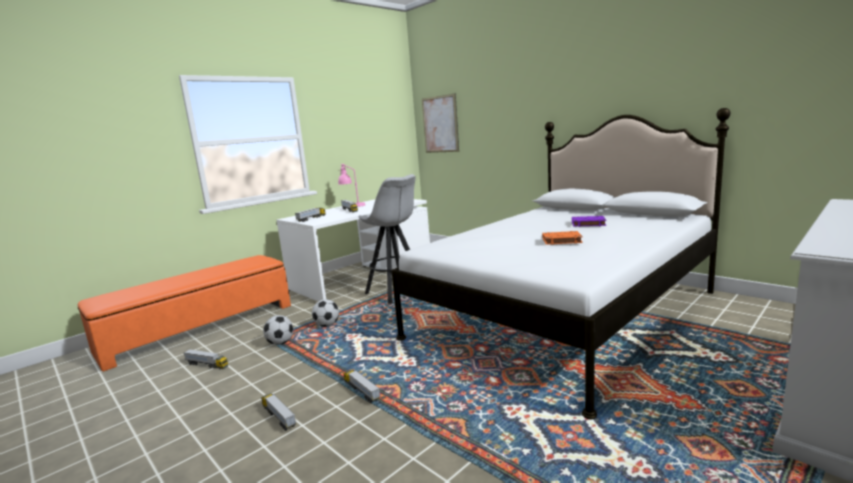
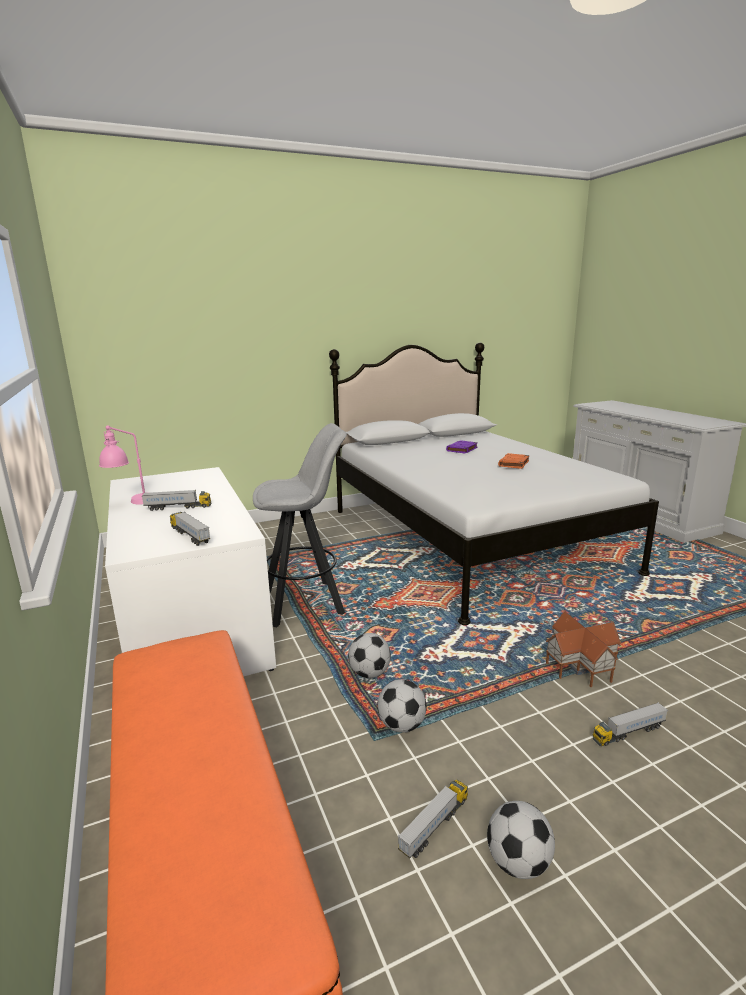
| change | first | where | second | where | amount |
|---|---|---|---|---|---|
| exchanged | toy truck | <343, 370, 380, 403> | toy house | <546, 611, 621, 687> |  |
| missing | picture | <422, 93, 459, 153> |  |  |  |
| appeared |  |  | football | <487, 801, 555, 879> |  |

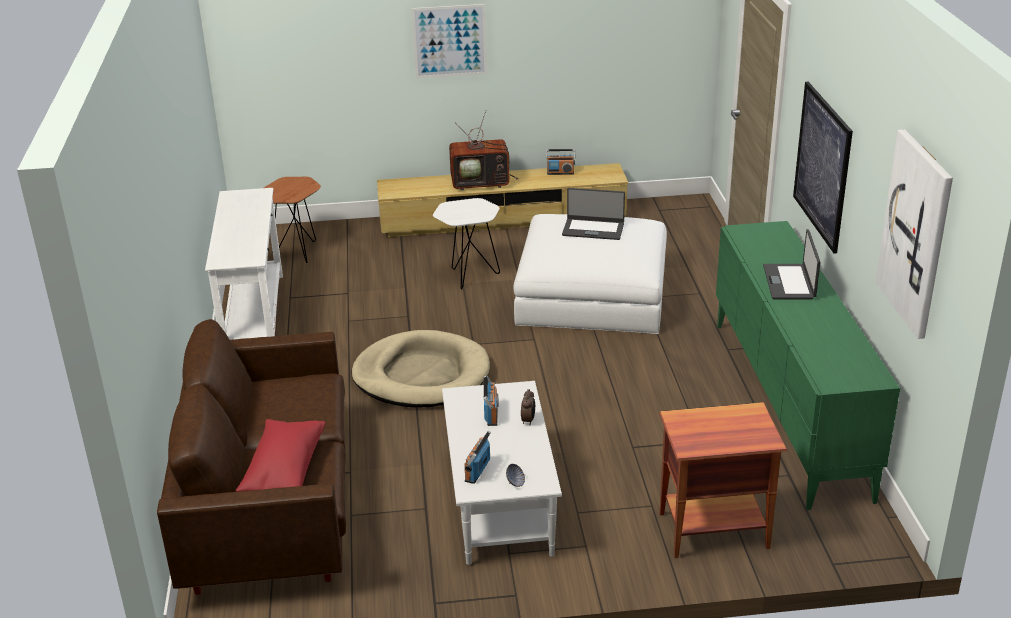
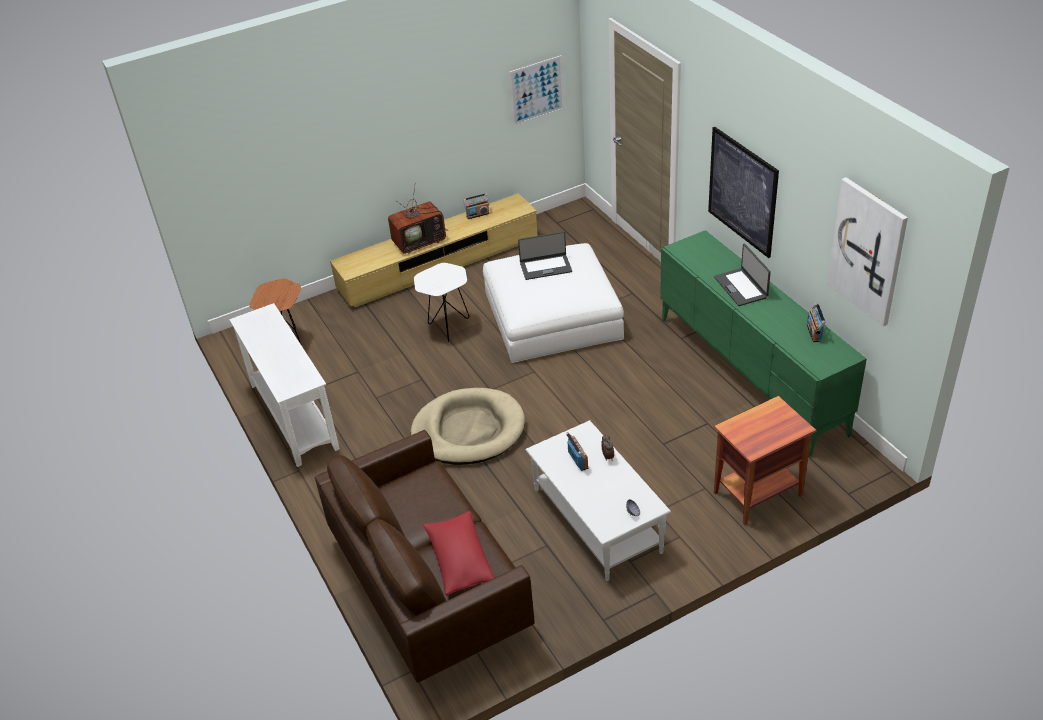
| change | first | where | second | where | amount |
|---|---|---|---|---|---|
| relocated | picture | <412, 4, 487, 78> |  | <509, 55, 564, 126> |  |
| relocated | radio | <464, 430, 491, 484> |  | <807, 303, 826, 342> |  |

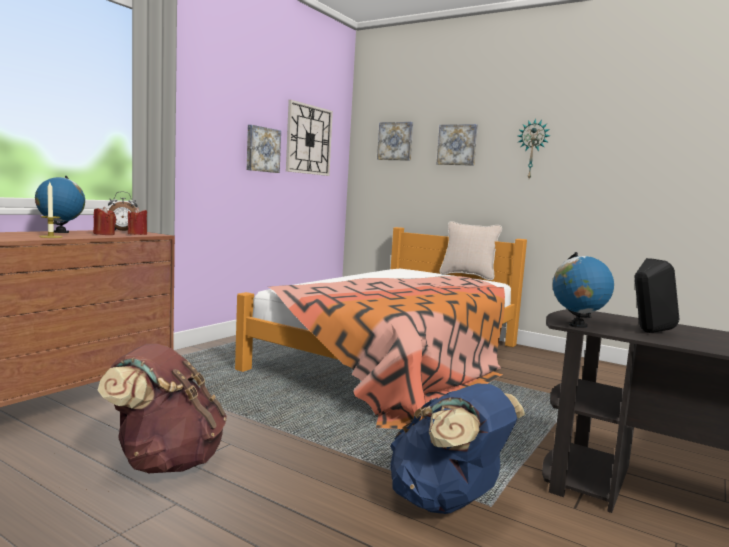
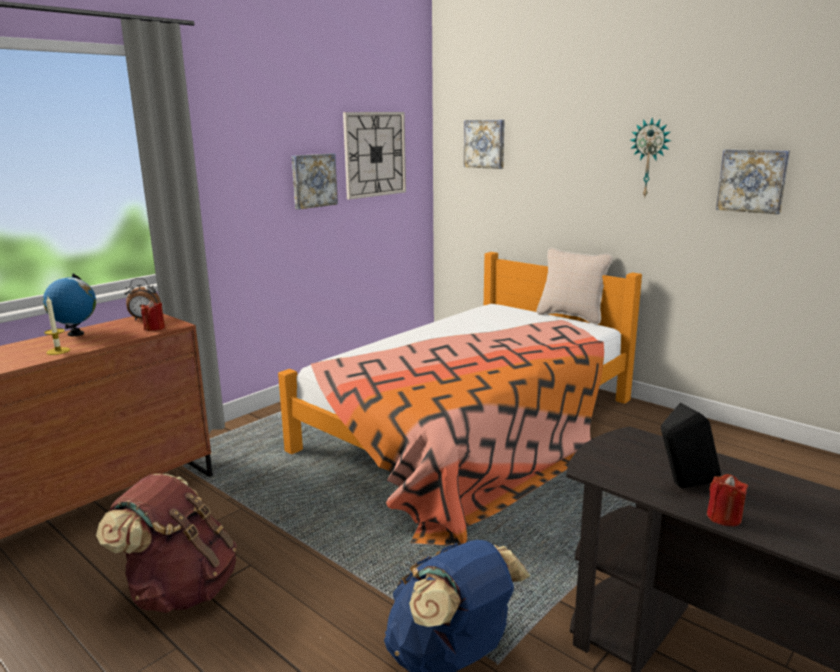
| change | first | where | second | where | amount |
|---|---|---|---|---|---|
| relocated | red candle | <93, 207, 116, 235> |  | <707, 474, 748, 526> |  |
| relocated | picture | <437, 124, 478, 166> |  | <716, 149, 790, 214> |  |
| missing | globe | <553, 252, 614, 328> |  |  |  |

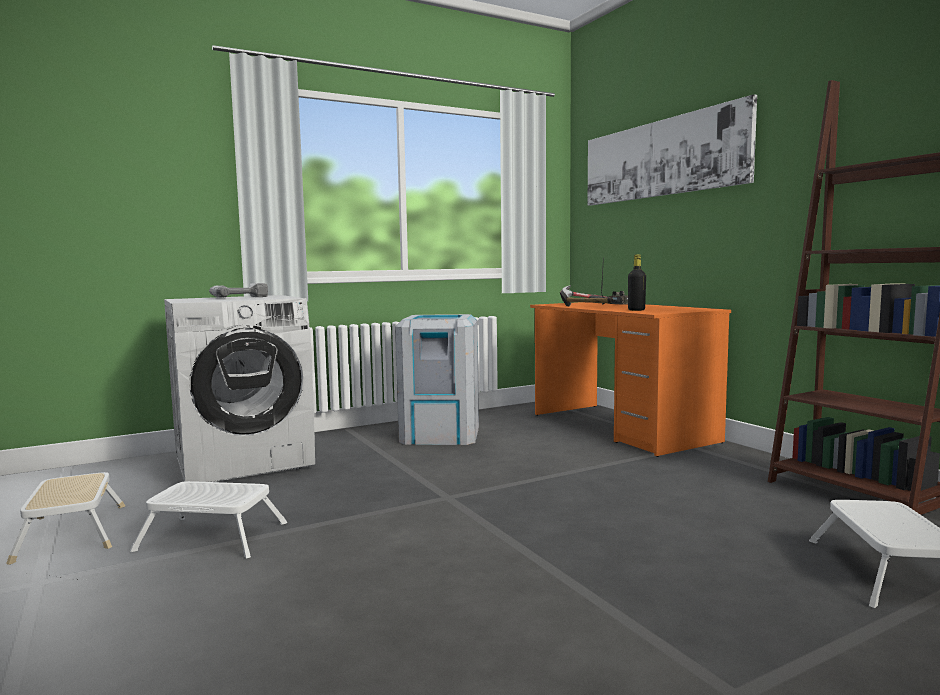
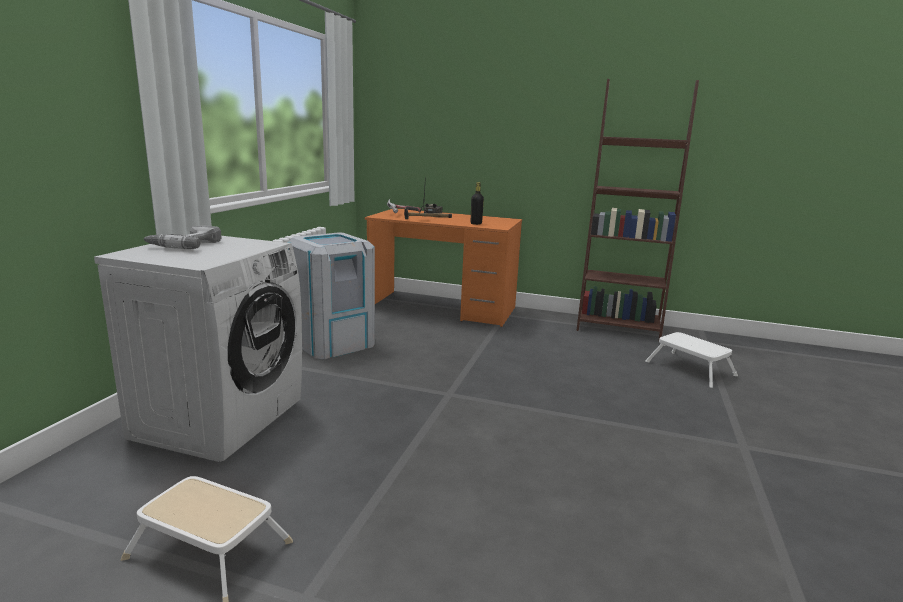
| change | first | where | second | where | amount |
|---|---|---|---|---|---|
| missing | white step ladder | <130, 481, 287, 558> |  |  |  |
| missing | picture | <588, 94, 757, 206> |  |  |  |

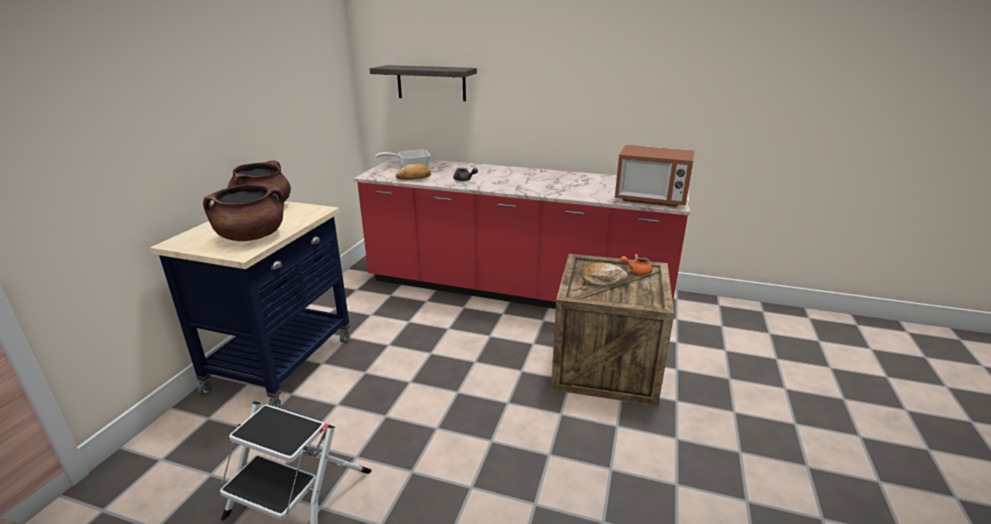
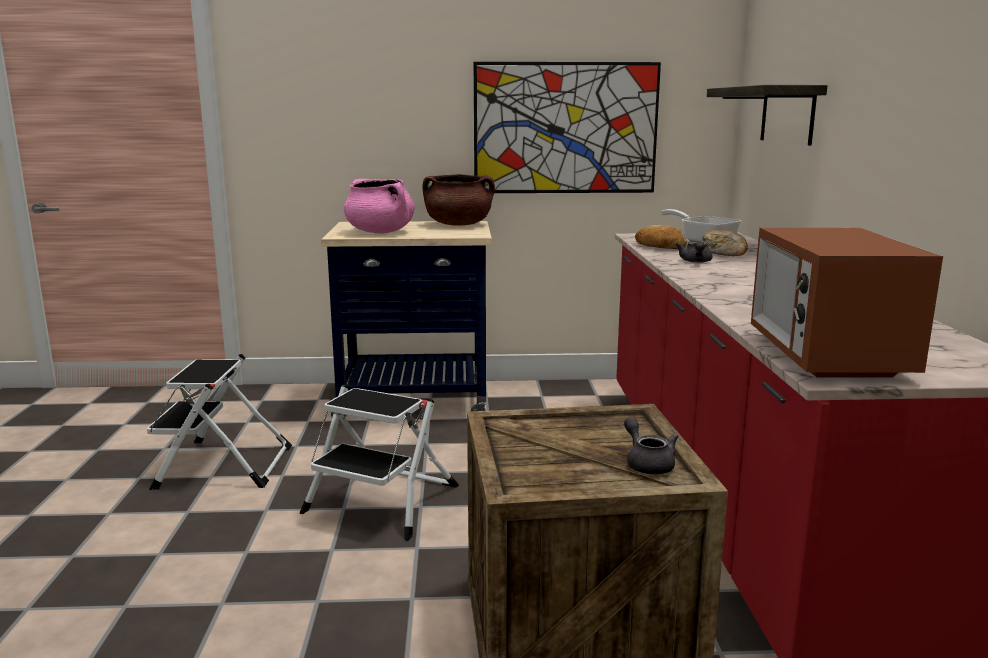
| change | first | where | second | where | amount |
|---|---|---|---|---|---|
| colour | brown cooking pot | <203, 184, 284, 241> | pink cooking pot | <344, 179, 415, 233> |  |
| relocated | bread | <582, 263, 628, 286> |  | <701, 229, 748, 256> |  |
| colour | orange teapot | <620, 254, 652, 275> | grey teapot | <624, 417, 678, 475> |  |
| appeared |  |  | step ladder | <300, 384, 459, 541> |  |
| appeared |  |  | picture | <474, 62, 661, 193> |  |

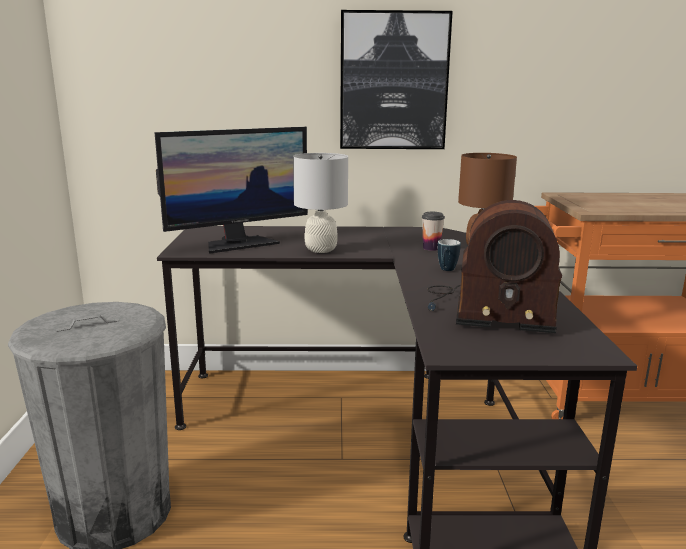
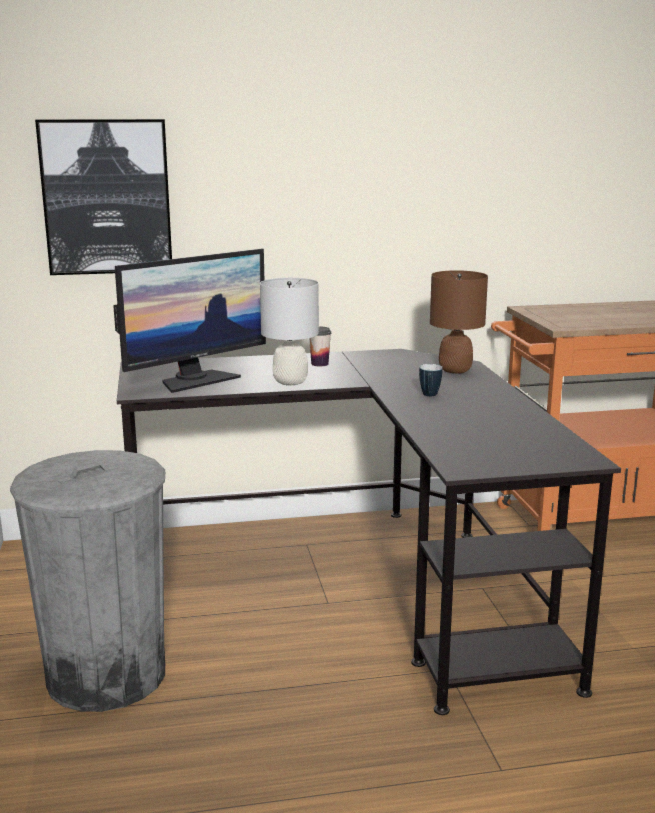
| change | first | where | second | where | amount |
|---|---|---|---|---|---|
| relocated | picture | <340, 10, 453, 149> |  | <35, 119, 172, 275> |  |
| relocated | cup | <422, 212, 445, 251> |  | <309, 327, 331, 366> |  |
| missing | radio | <428, 200, 562, 333> |  |  |  |

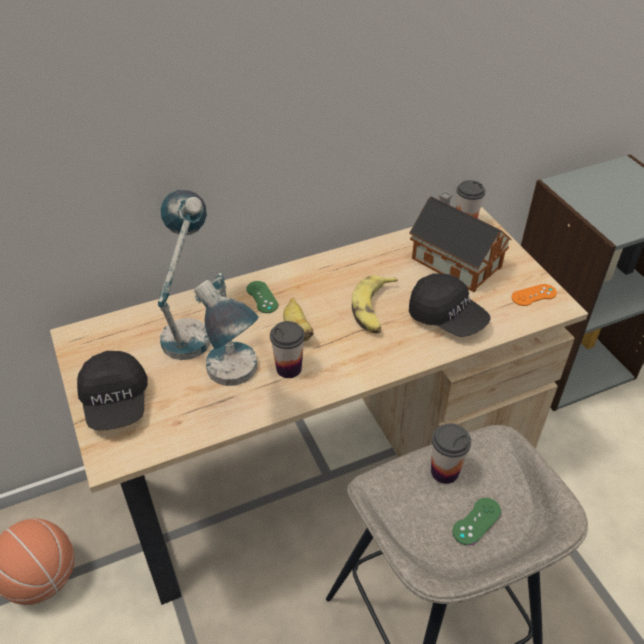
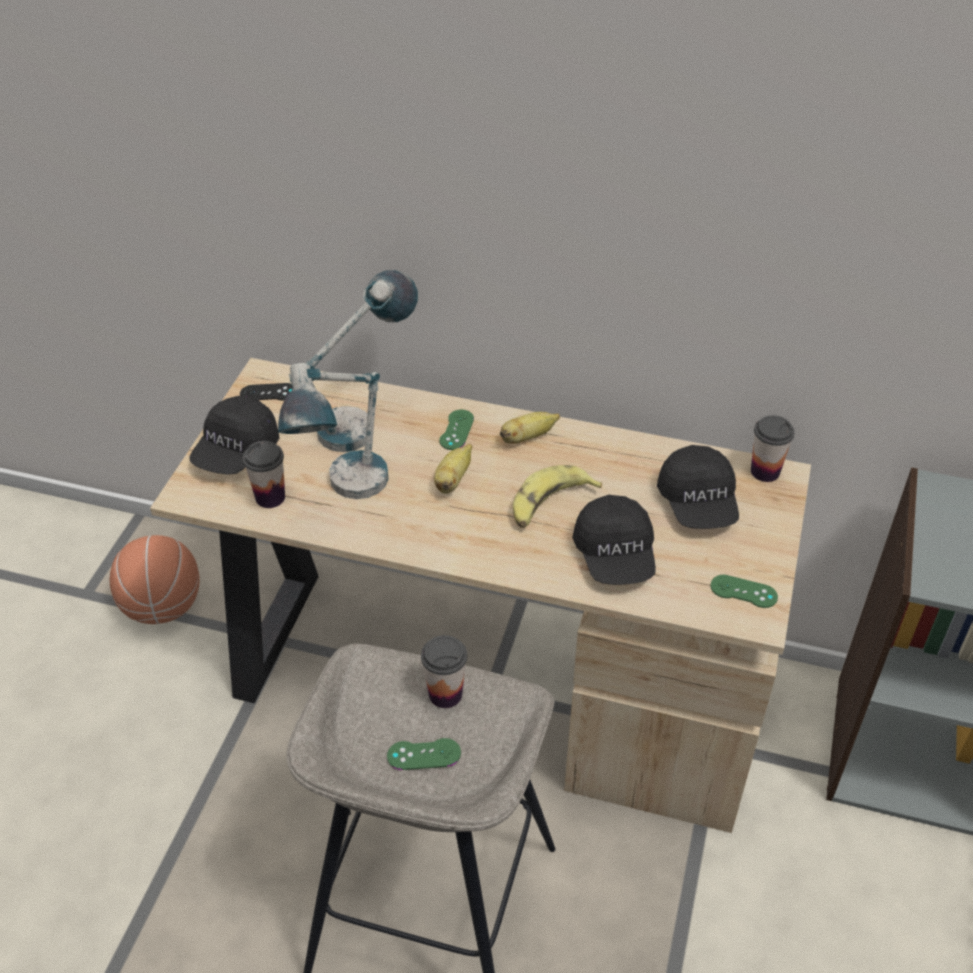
| change | first | where | second | where | amount |
|---|---|---|---|---|---|
| relocated | cup | <270, 321, 305, 378> |  | <243, 441, 285, 508> |  |
| exchanged | toy house | <409, 191, 512, 292> | black cap | <657, 445, 739, 529> |  |
| colour | orange game controller | <511, 284, 557, 306> | green game controller | <710, 575, 778, 608> |  |
| appeared |  |  | black game controller | <240, 383, 292, 401> |  |
| appeared |  |  | banana | <500, 412, 560, 444> |  |

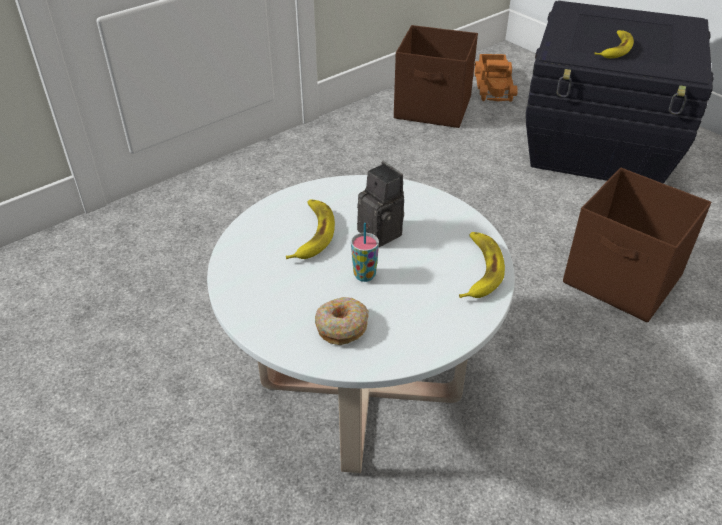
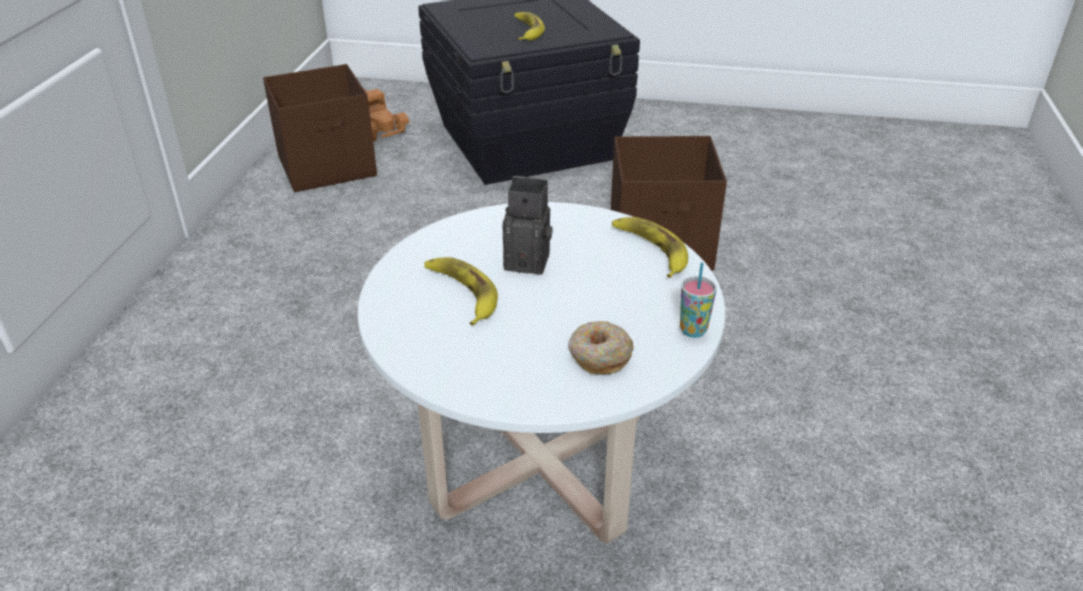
| change | first | where | second | where | amount |
|---|---|---|---|---|---|
| relocated | cup | <351, 223, 379, 282> |  | <680, 262, 716, 338> |  |

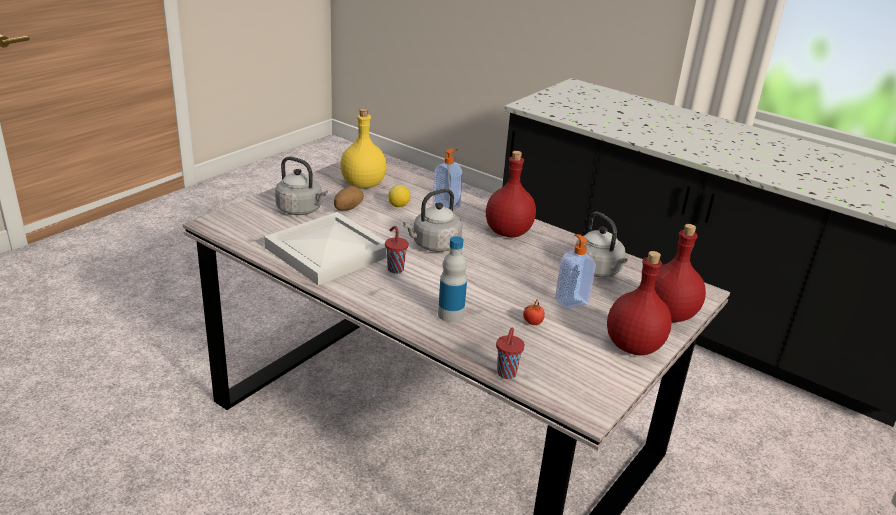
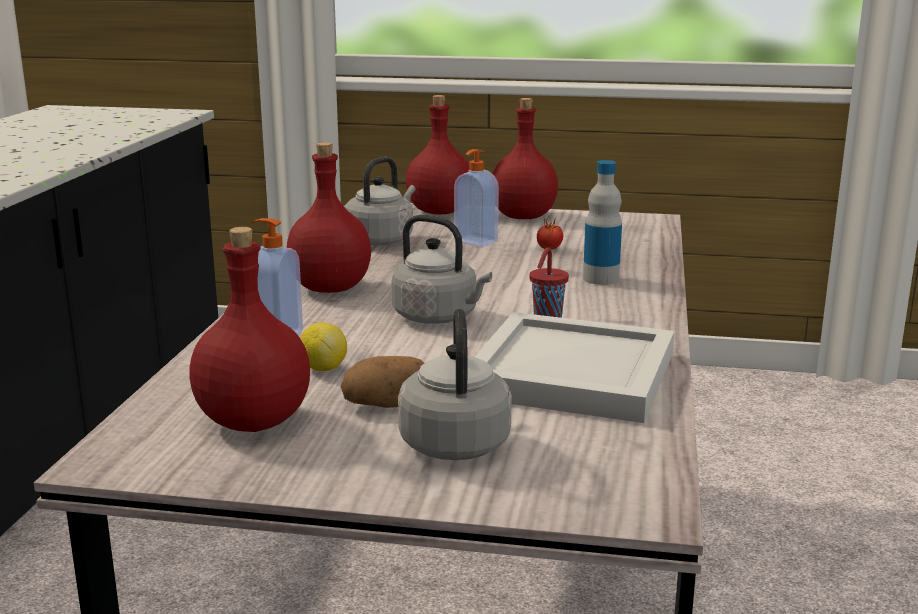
| change | first | where | second | where | amount |
|---|---|---|---|---|---|
| colour | yellow bottle | <340, 108, 387, 189> | red bottle | <189, 227, 310, 432> |  |
| missing | red cup | <496, 328, 525, 379> |  |  |  |

